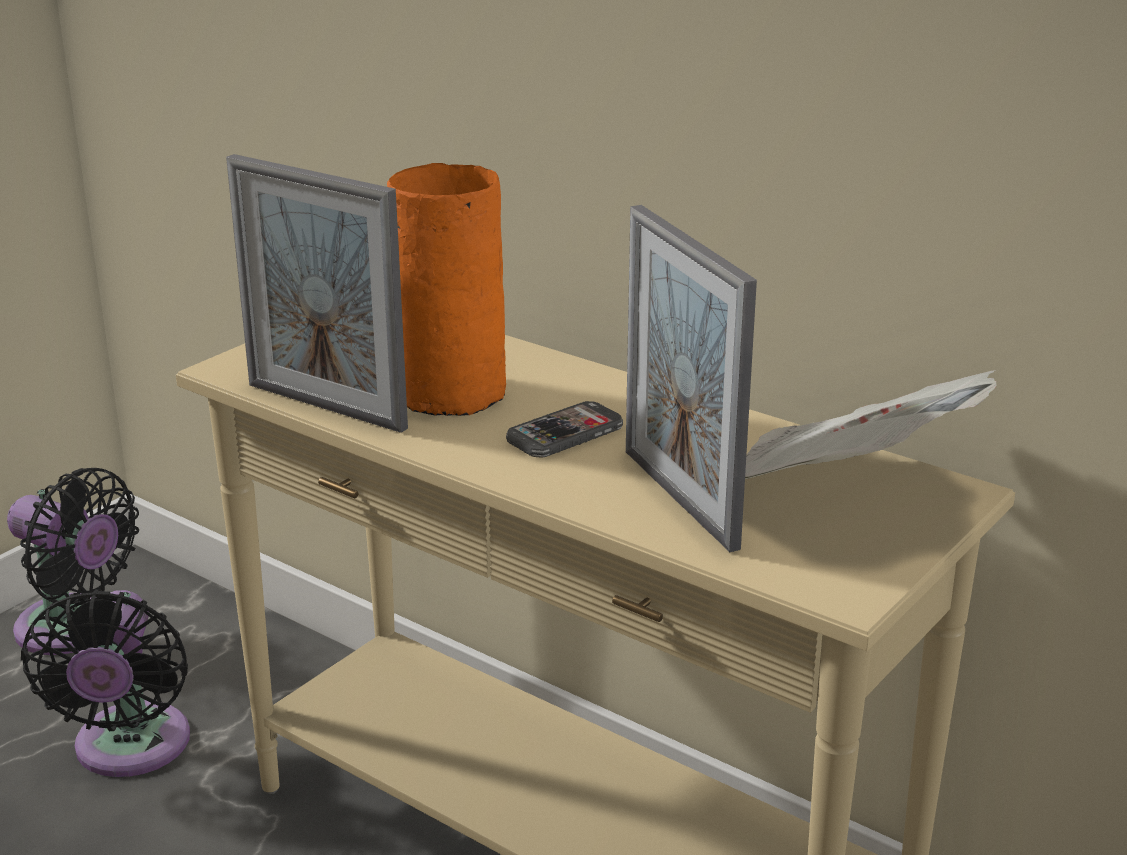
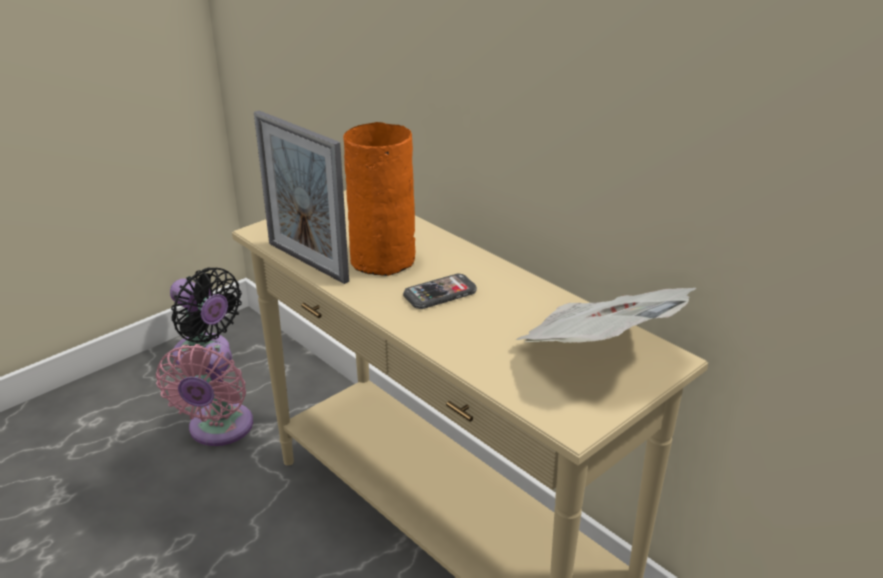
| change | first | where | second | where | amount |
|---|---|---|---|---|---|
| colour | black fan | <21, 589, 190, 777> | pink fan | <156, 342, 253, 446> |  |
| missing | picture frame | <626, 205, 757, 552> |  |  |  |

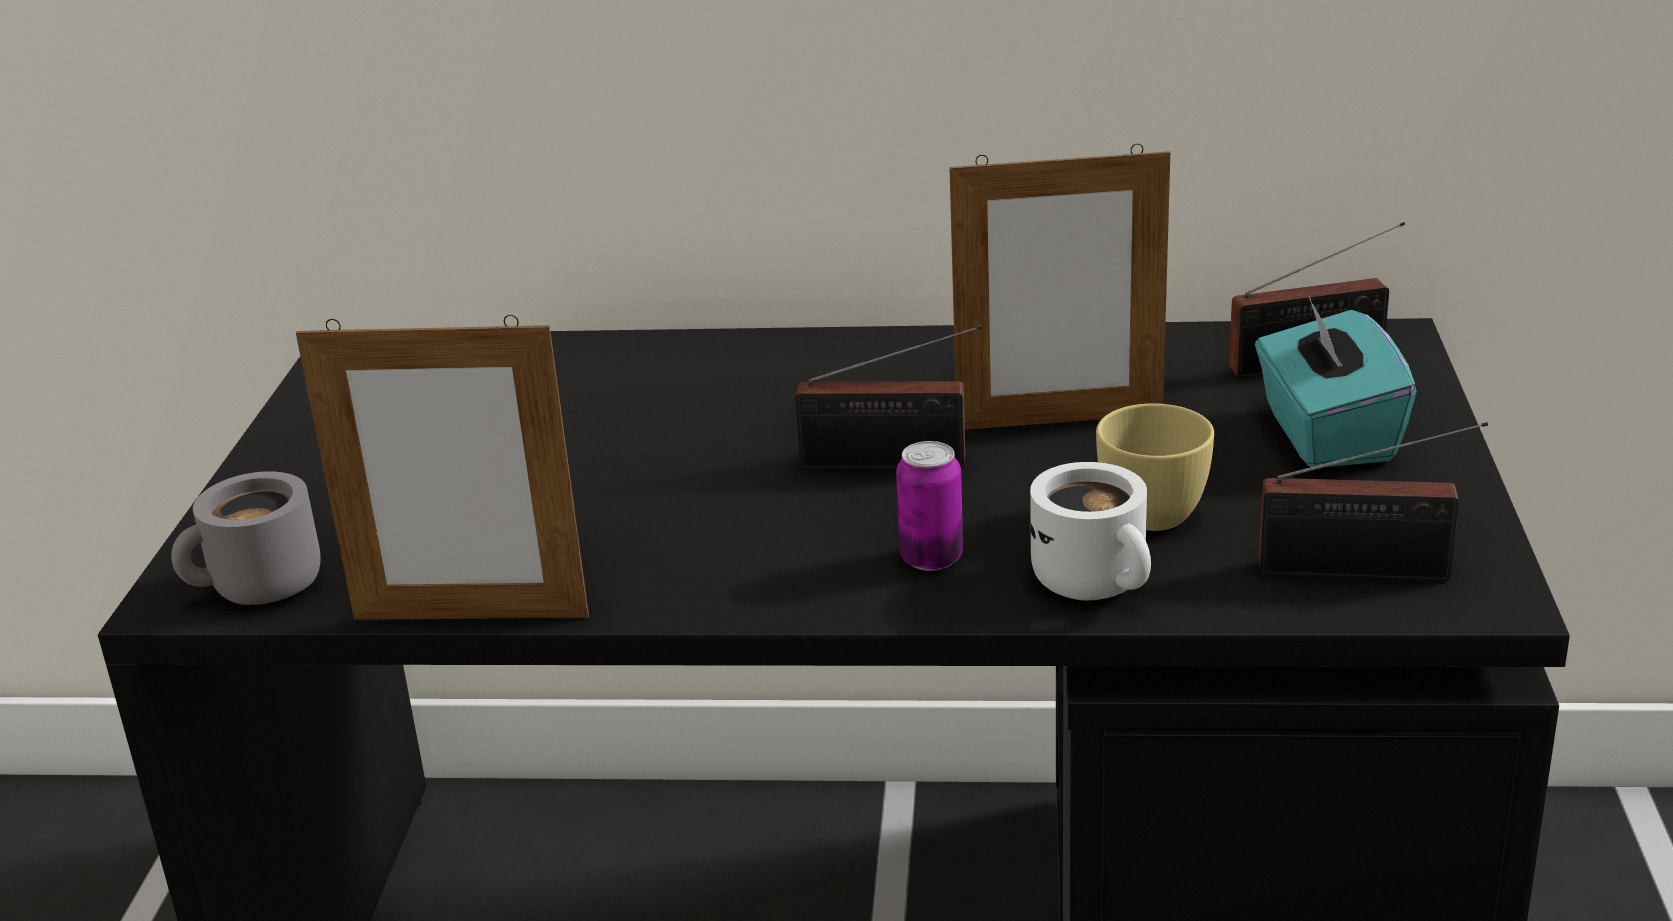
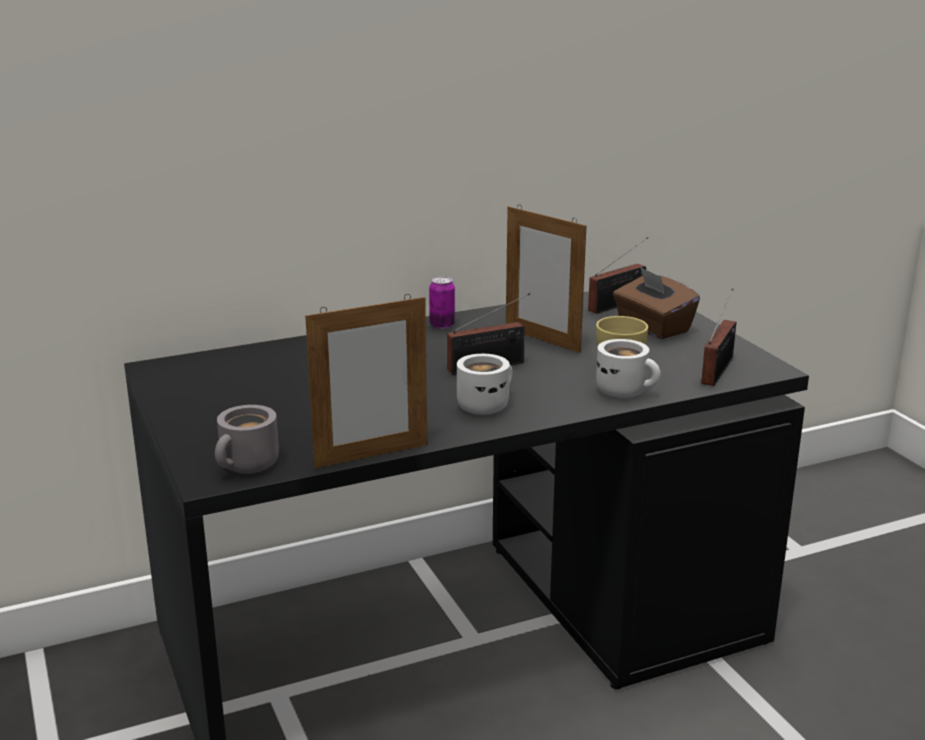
| change | first | where | second | where | amount |
|---|---|---|---|---|---|
| relocated | can | <896, 441, 963, 571> |  | <429, 277, 455, 329> |  |
| spun | picture frame | <949, 144, 1170, 430> |  | <506, 204, 587, 353> | 75 degrees clockwise |
| colour | turquoise tissue box | <1255, 295, 1417, 467> | brown tissue box | <613, 267, 700, 339> |  |
| spun | radio | <1259, 422, 1488, 581> |  | <701, 288, 736, 386> | 45 degrees counterclockwise |
| appeared |  |  | white mug | <457, 354, 513, 415> |  |

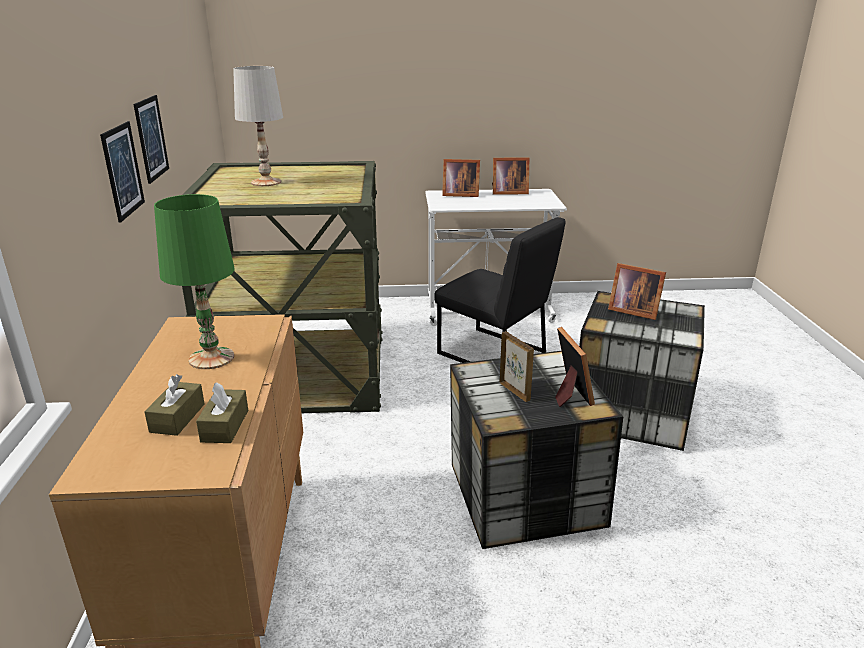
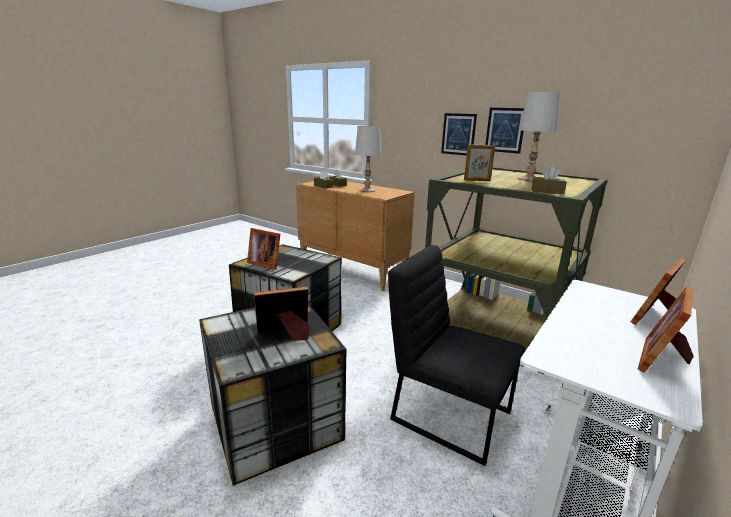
| change | first | where | second | where | amount |
|---|---|---|---|---|---|
| colour | green table lamp | <154, 194, 235, 369> | white table lamp | <355, 126, 381, 192> |  |
| spun | black chair | <434, 217, 566, 363> |  | <388, 245, 525, 466> | 45 degrees clockwise |
| relocated | picture frame | <499, 331, 534, 402> |  | <464, 144, 495, 181> |  |
| appeared |  |  | brown tissue box | <532, 167, 567, 194> |  |

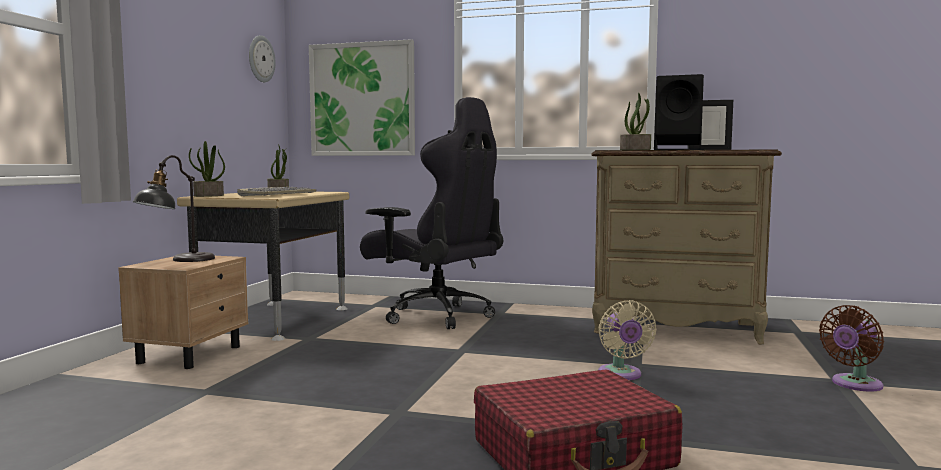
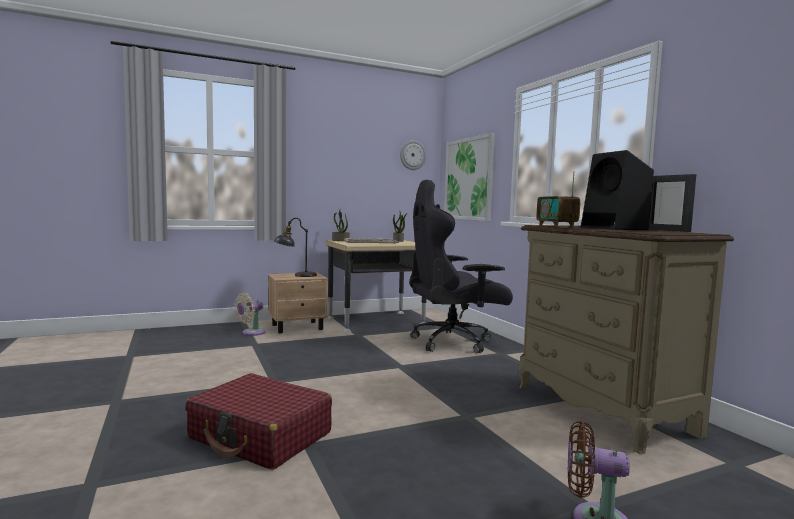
| change | first | where | second | where | amount |
|---|---|---|---|---|---|
| spun | black office chair | <360, 97, 503, 329> |  | <409, 180, 513, 353> | 75 degrees clockwise |
| relocated | beige fan | <598, 300, 656, 380> |  | <235, 293, 266, 336> |  |
| exchanged | potted plant | <620, 93, 651, 150> | radio | <536, 172, 580, 227> |  |

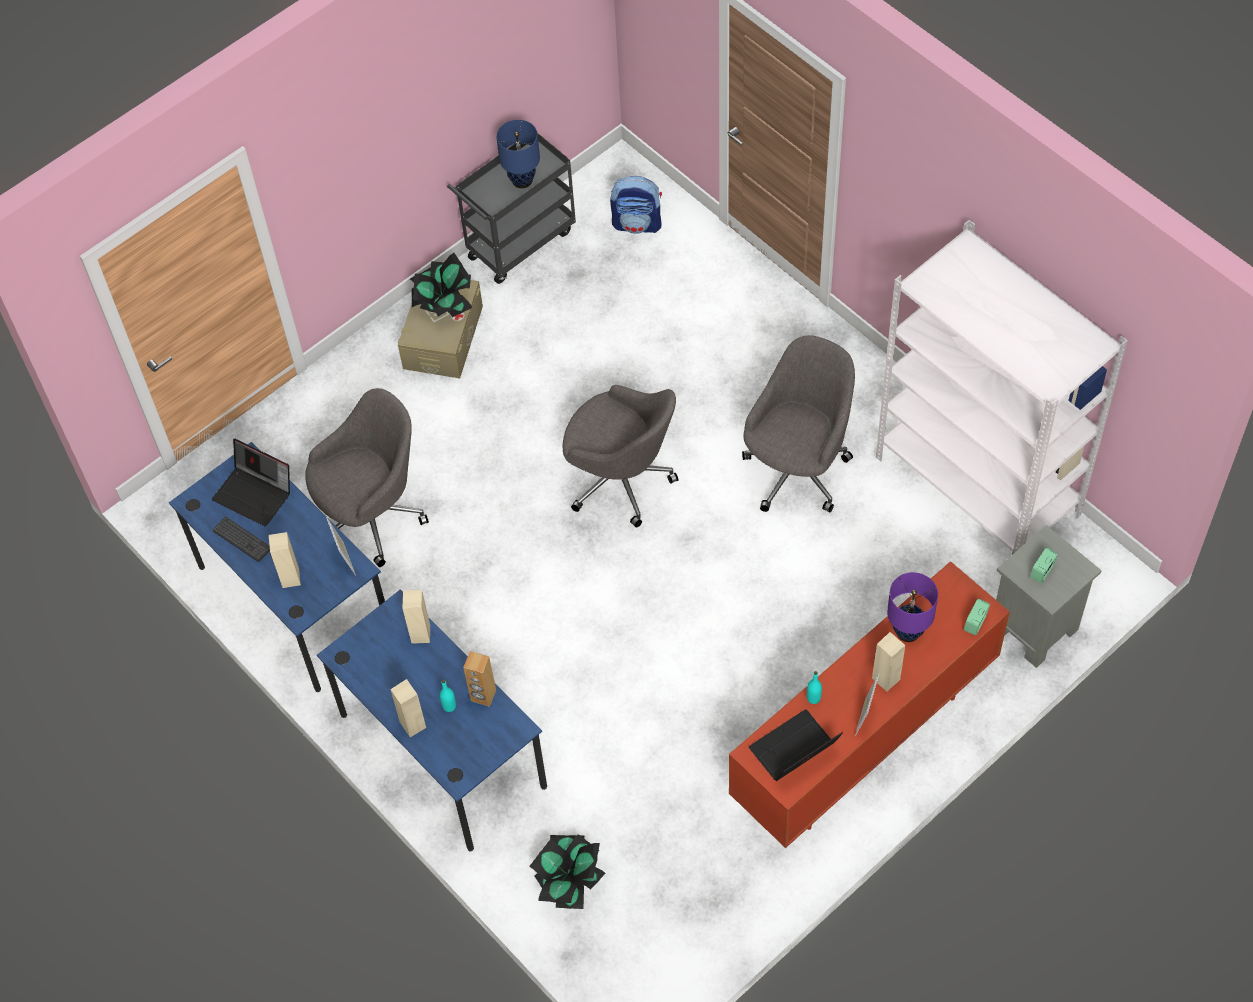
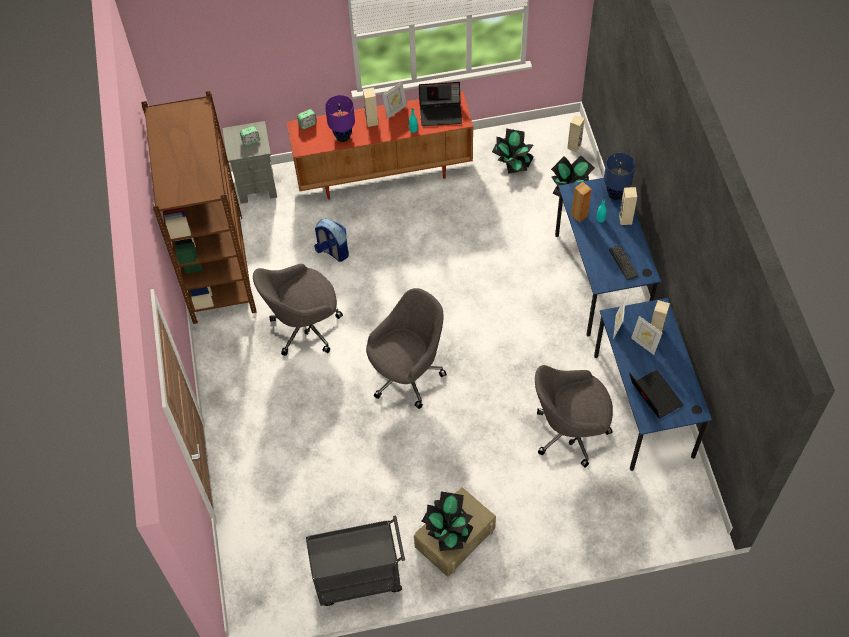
| change | first | where | second | where | amount |
|---|---|---|---|---|---|
| relocated | keyboard | <213, 517, 270, 562> |  | <609, 245, 639, 280> |  |
| relocated | beige speaker | <403, 590, 430, 644> |  | <567, 115, 585, 152> |  |
| relocated | blue table lamp | <496, 120, 540, 188> |  | <604, 153, 635, 200> |  |
| spun | grey office chair | <563, 385, 678, 528> |  | <366, 288, 447, 409> | 75 degrees clockwise |
| relocated | backpack | <610, 176, 662, 234> |  | <314, 218, 349, 262> |  |
| colour | white bookcase | <876, 220, 1128, 552> | brown bookcase | <141, 91, 257, 324> |  |
| appeared |  |  | potted plant | <492, 128, 534, 174> |  |
| appeared |  |  | picture frame | <631, 316, 662, 355> |  |

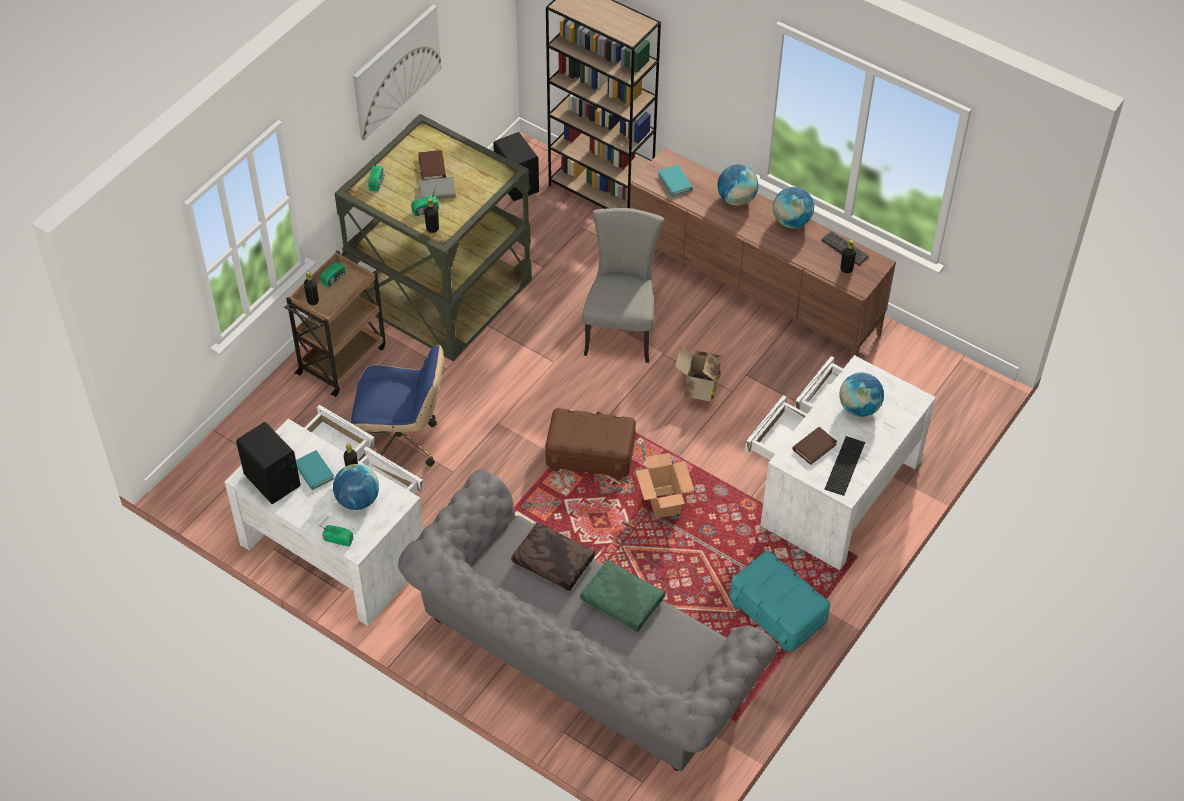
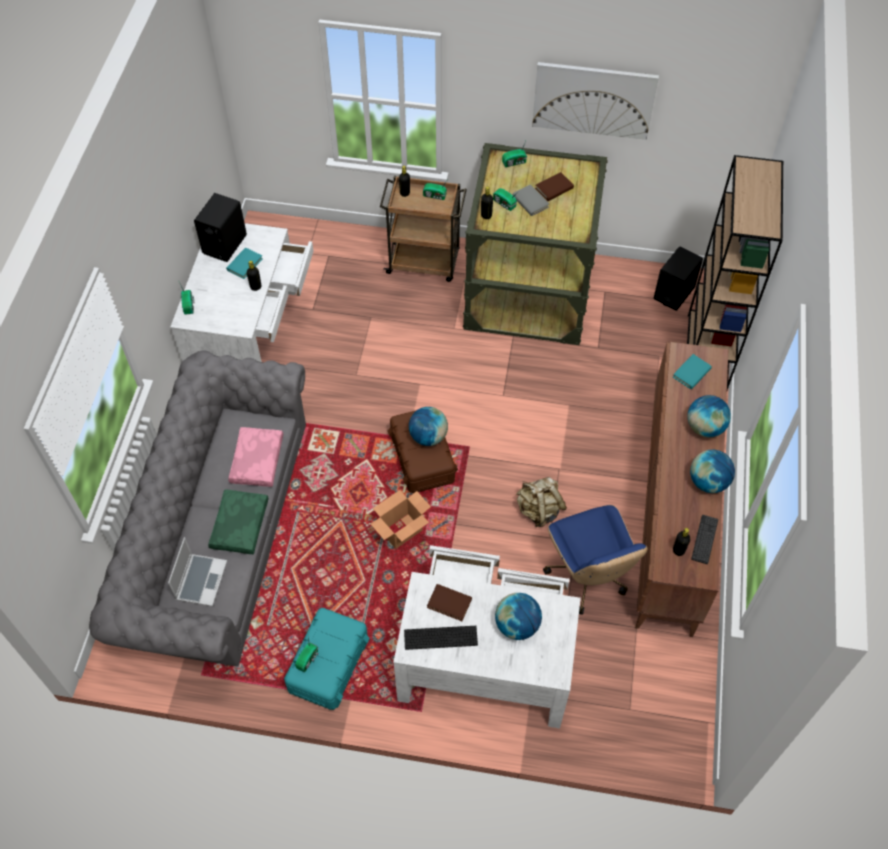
| change | first | where | second | where | amount |
|---|---|---|---|---|---|
| relocated | globe | <333, 464, 379, 510> |  | <409, 407, 448, 446> |  |
| relocated | blue office chair | <350, 345, 444, 467> |  | <543, 505, 648, 615> |  |
| colour | brown pillow | <511, 522, 595, 591> | pink pillow | <228, 427, 283, 487> |  |
| missing | grey chair | <582, 208, 664, 363> |  |  |  |
| exchanged | cardboard box | <675, 346, 723, 402> | beige backpack | <516, 477, 567, 527> |  |
| appeared |  |  | laptop | <168, 537, 227, 606> |  |
| appeared |  |  | radio | <295, 635, 318, 672> |  |

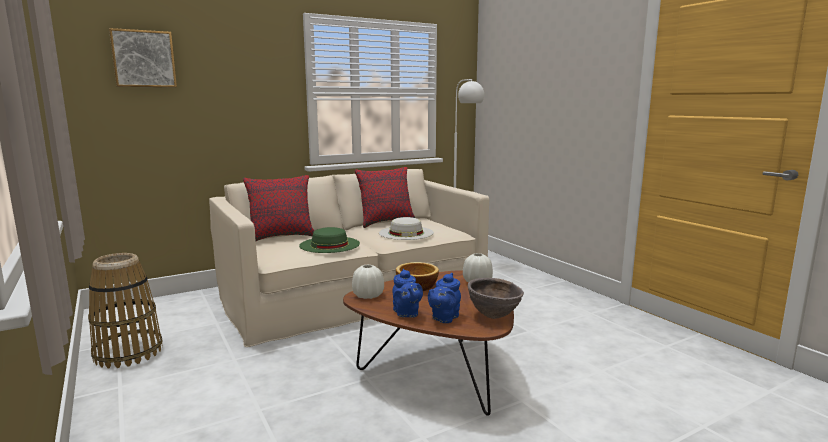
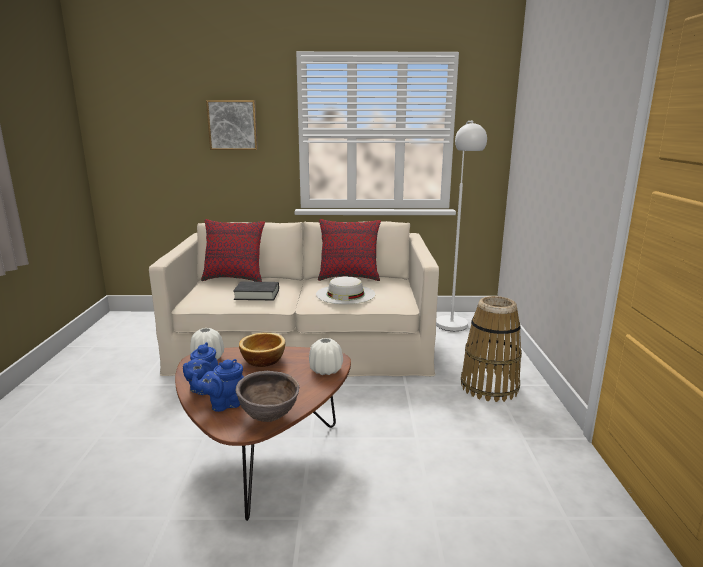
| change | first | where | second | where | amount |
|---|---|---|---|---|---|
| relocated | basket | <88, 253, 163, 368> |  | <461, 296, 522, 402> |  |
| relocated | picture | <109, 28, 177, 88> |  | <206, 100, 258, 150> |  |
| exchanged | green hat | <299, 227, 360, 253> | black book | <233, 281, 279, 300> |  |

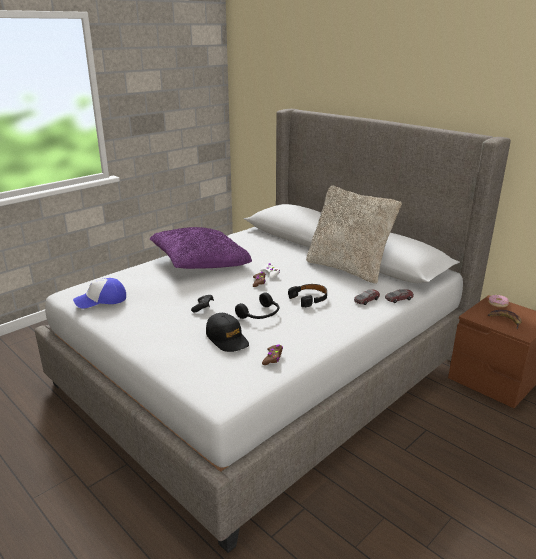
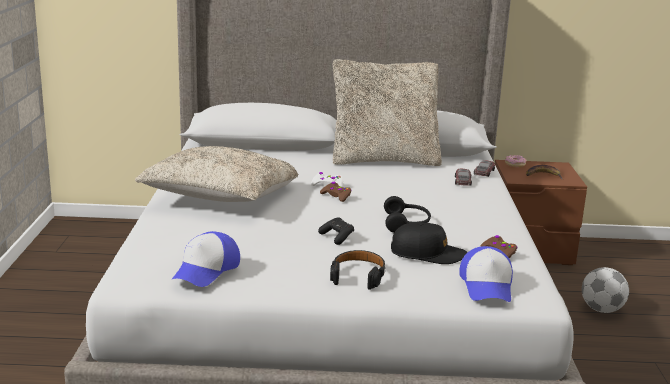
| change | first | where | second | where | amount |
|---|---|---|---|---|---|
| colour | purple pillow | <150, 227, 252, 269> | beige pillow | <135, 146, 299, 202> |  |
| relocated | black headphones | <288, 284, 327, 307> |  | <330, 250, 385, 290> |  |
| appeared |  |  | cap | <460, 246, 513, 302> |  |
| appeared |  |  | football | <582, 267, 629, 313> |  |

